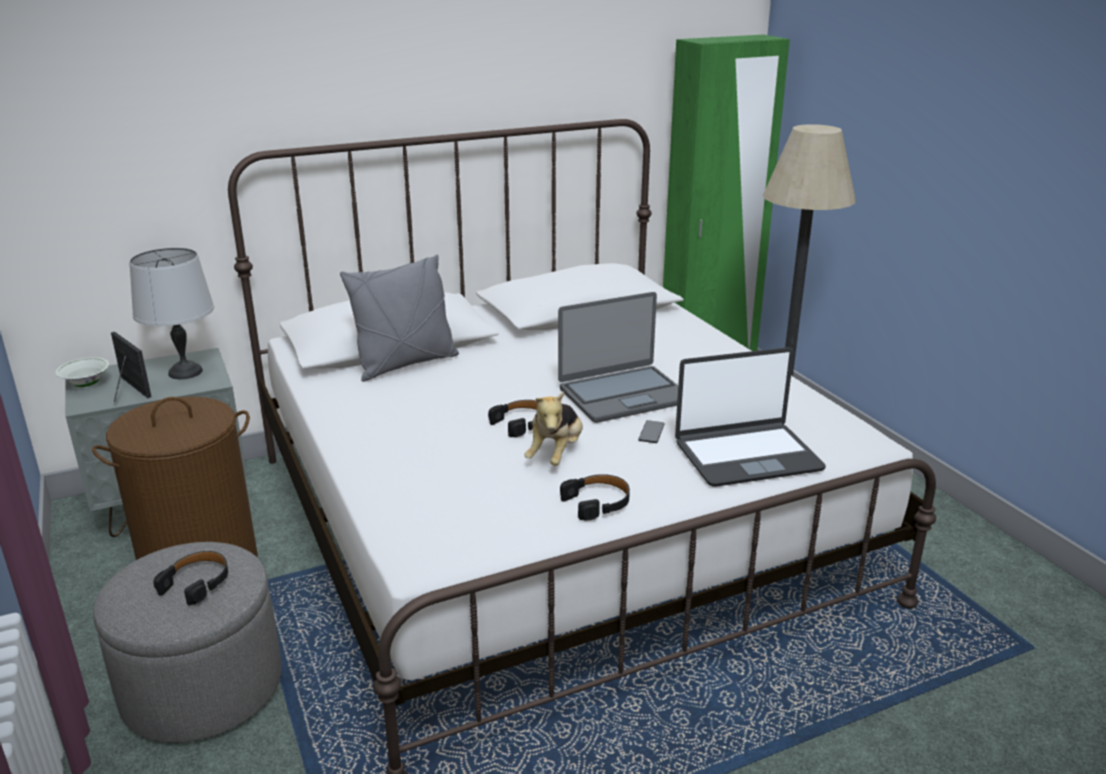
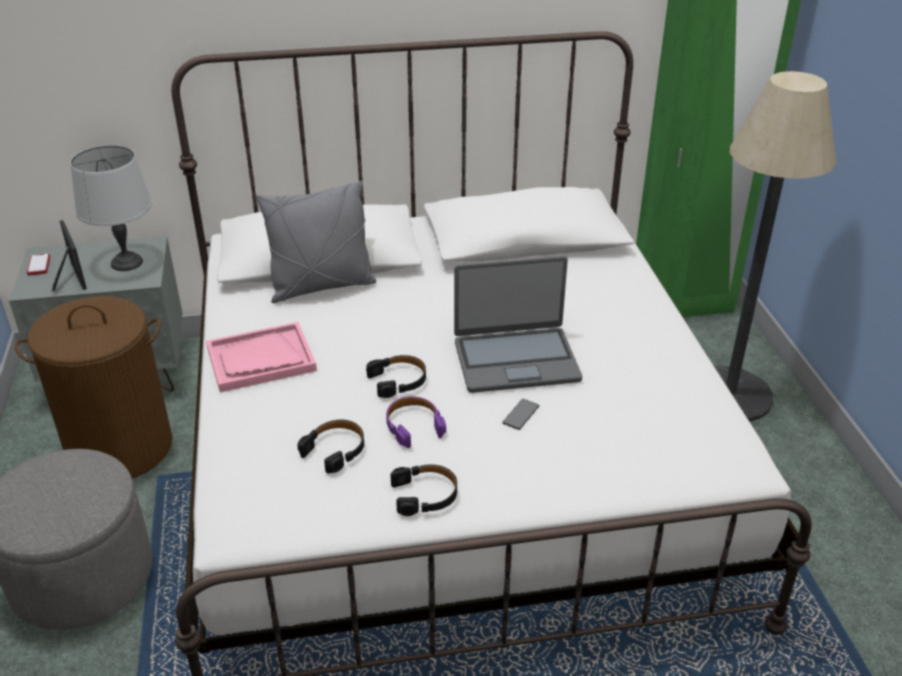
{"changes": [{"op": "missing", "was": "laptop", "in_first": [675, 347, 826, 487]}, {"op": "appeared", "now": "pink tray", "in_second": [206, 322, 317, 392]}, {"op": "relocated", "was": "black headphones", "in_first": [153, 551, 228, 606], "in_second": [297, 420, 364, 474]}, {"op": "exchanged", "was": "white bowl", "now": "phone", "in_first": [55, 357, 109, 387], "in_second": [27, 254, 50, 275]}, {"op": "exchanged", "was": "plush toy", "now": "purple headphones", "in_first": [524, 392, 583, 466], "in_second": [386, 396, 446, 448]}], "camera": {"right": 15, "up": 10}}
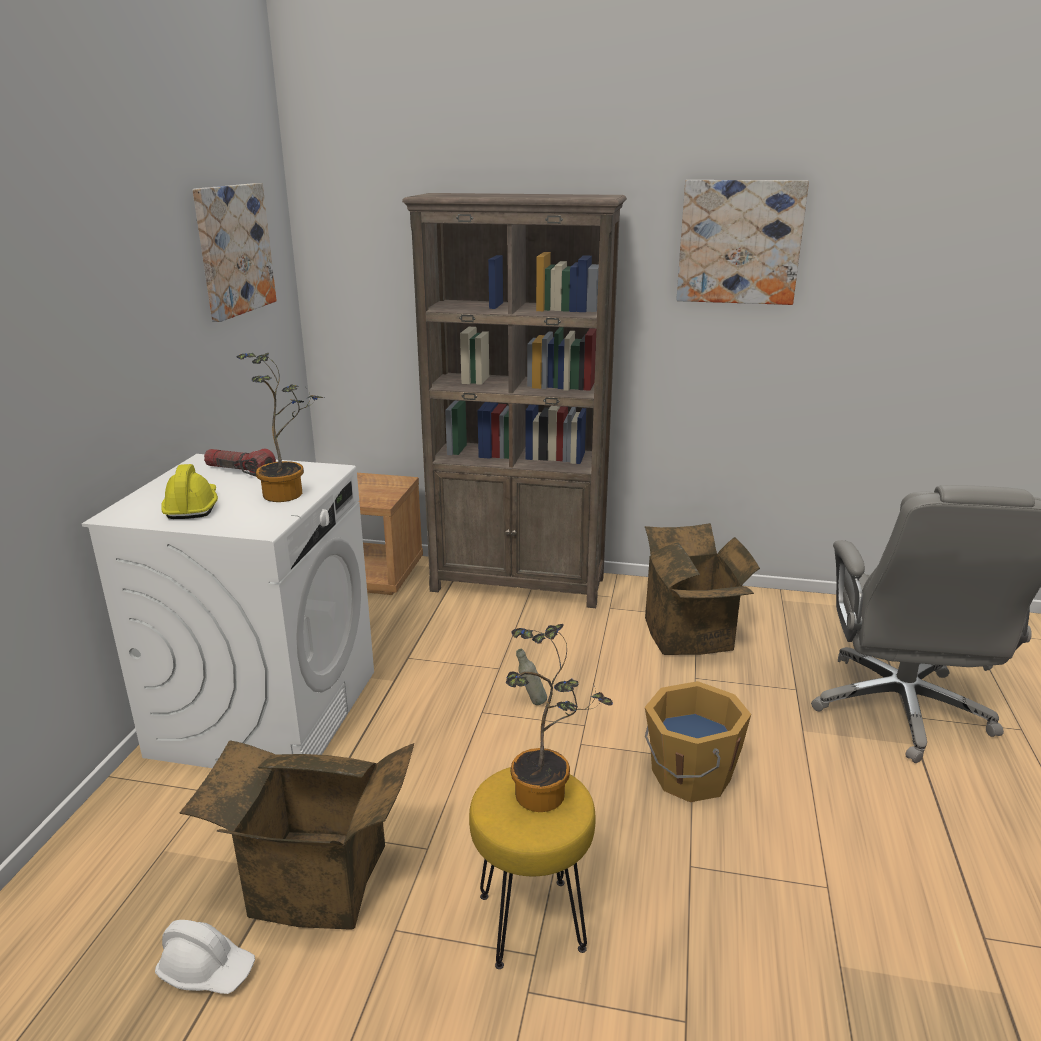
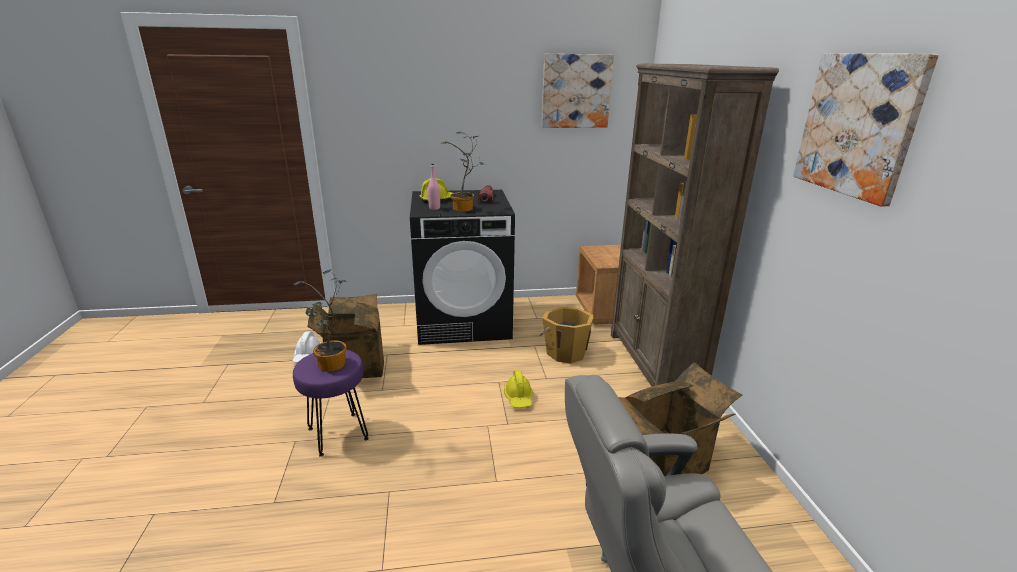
{"changes": [{"op": "appeared", "now": "pink bottle", "in_second": [428, 164, 440, 210]}, {"op": "relocated", "was": "orange bucket", "in_first": [645, 681, 751, 802], "in_second": [540, 307, 594, 364]}, {"op": "exchanged", "was": "grey bottle", "now": "yellow hard hat", "in_first": [516, 649, 547, 705], "in_second": [504, 370, 533, 408]}, {"op": "colour", "was": "white washing machine", "now": "black washing machine", "in_first": [82, 454, 374, 768], "in_second": [410, 190, 515, 345]}, {"op": "colour", "was": "yellow stool", "now": "purple stool", "in_first": [469, 767, 596, 969], "in_second": [293, 350, 369, 457]}], "camera": {"right": 70, "up": 0}}
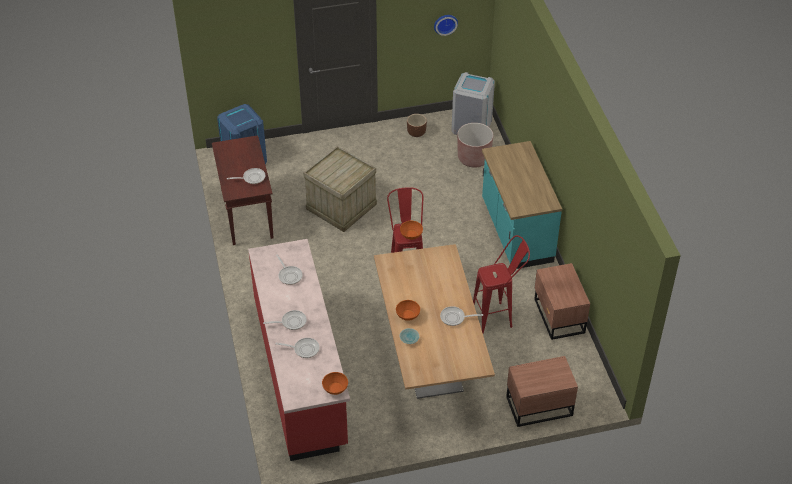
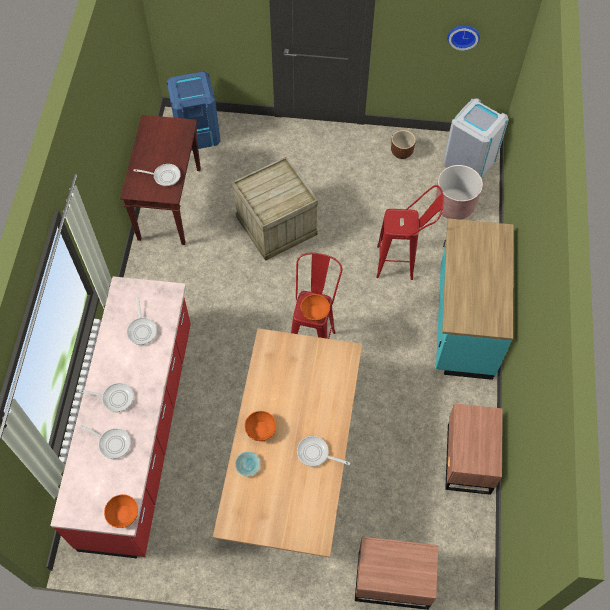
{"changes": [{"op": "relocated", "was": "red stool", "in_first": [473, 235, 530, 334], "in_second": [376, 185, 444, 280]}], "camera": {"right": 20, "up": 15}}
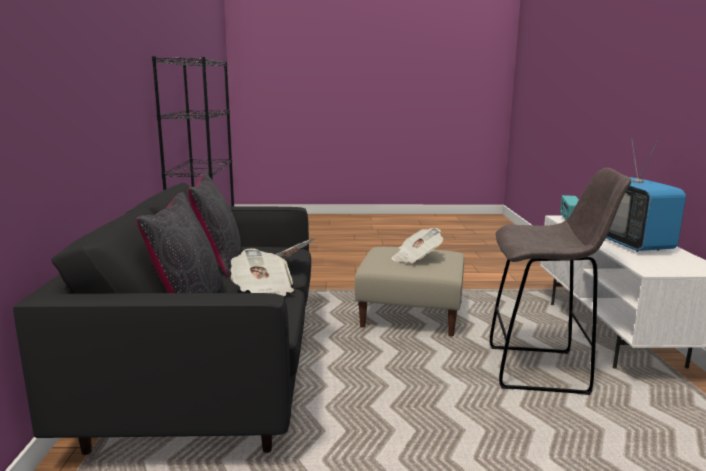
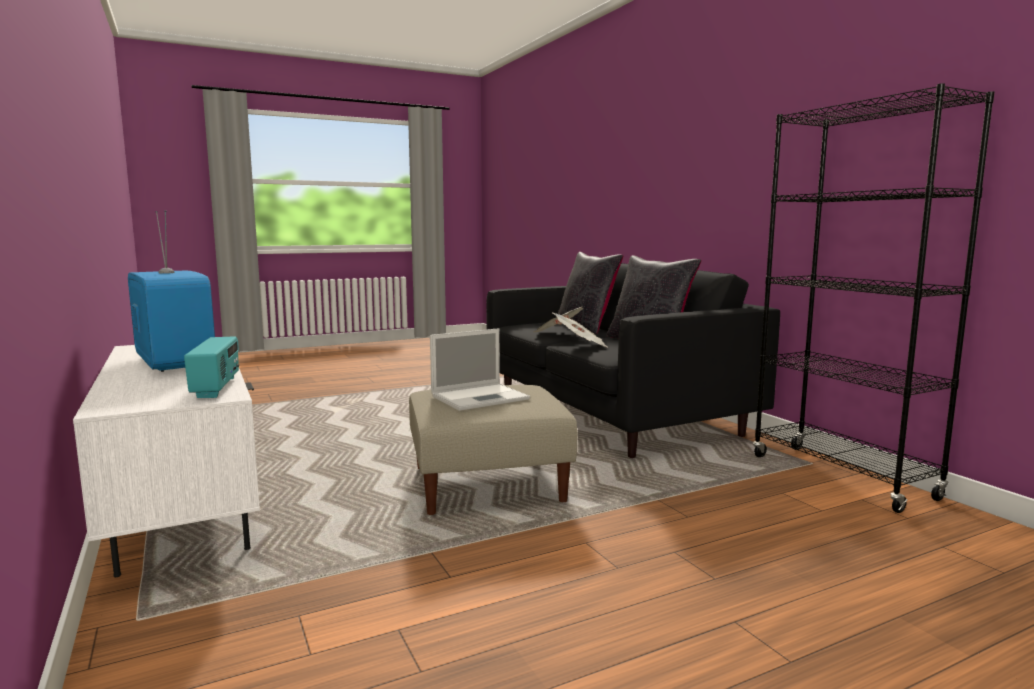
{"changes": [{"op": "missing", "was": "grey stool", "in_first": [490, 168, 631, 395]}, {"op": "exchanged", "was": "newspaper", "now": "laptop", "in_first": [391, 228, 443, 263], "in_second": [430, 328, 530, 411]}], "camera": {"right": 155, "up": -5}}
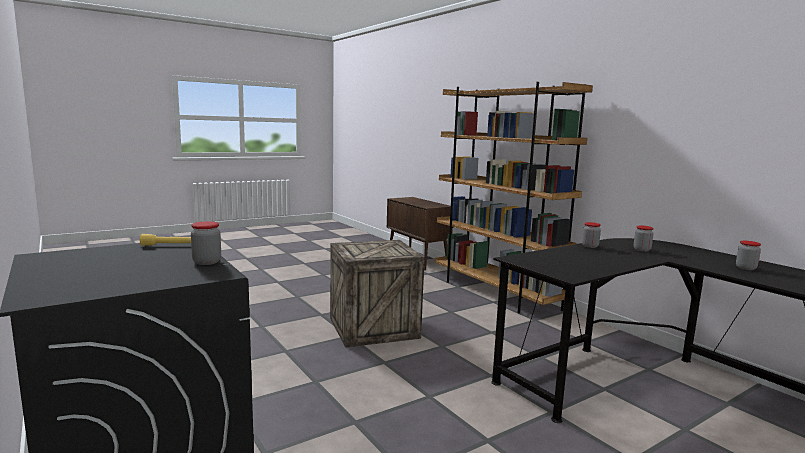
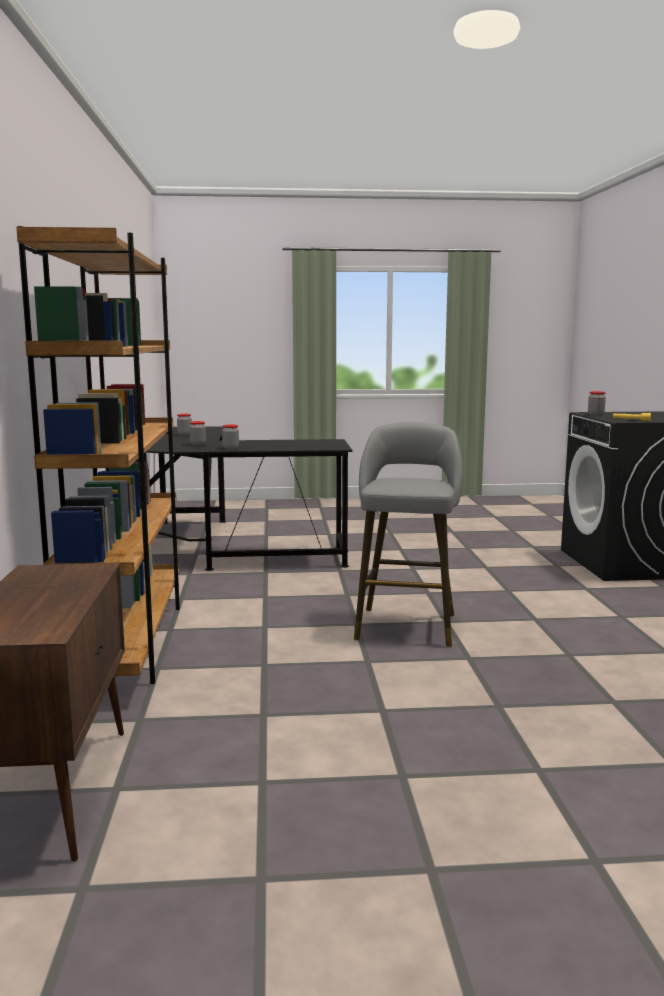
{"changes": [{"op": "exchanged", "was": "crate", "now": "grey stool", "in_first": [330, 240, 424, 348], "in_second": [354, 422, 463, 647]}], "camera": {"right": -150, "up": 0}}
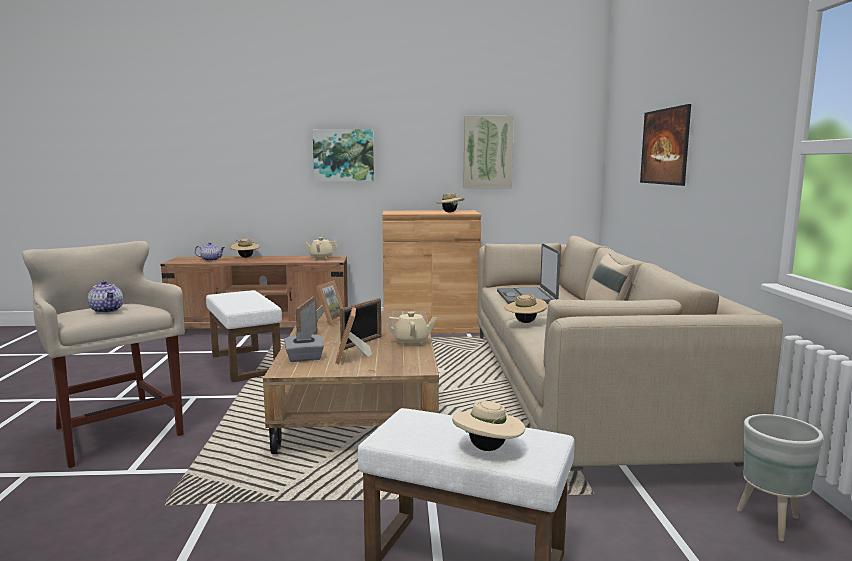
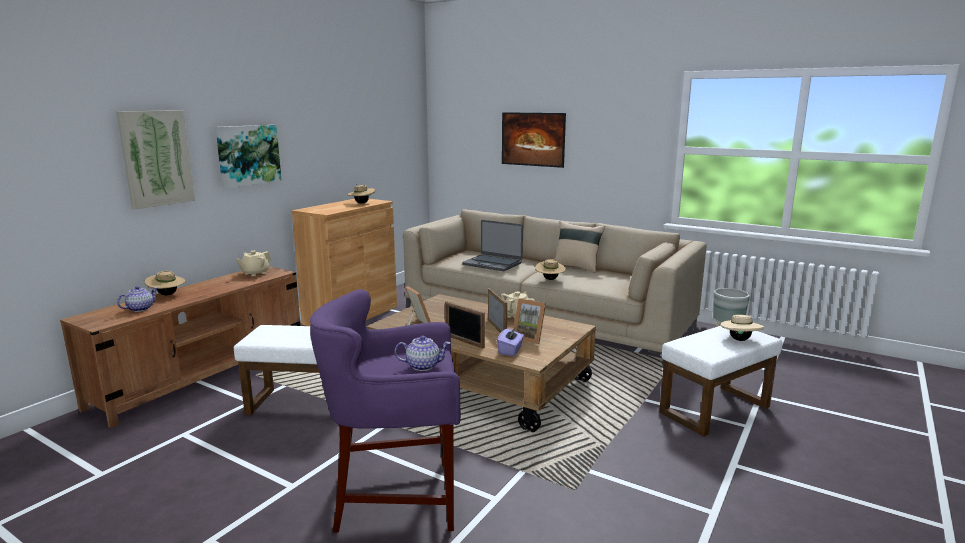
{"changes": [{"op": "relocated", "was": "picture", "in_first": [463, 116, 514, 188], "in_second": [116, 110, 195, 209]}, {"op": "colour", "was": "beige stool", "now": "purple stool", "in_first": [22, 241, 185, 468], "in_second": [310, 289, 461, 533]}, {"op": "colour", "was": "grey tissue box", "now": "purple tissue box", "in_first": [284, 332, 324, 362], "in_second": [497, 326, 524, 356]}], "camera": {"right": -55, "up": 5}}
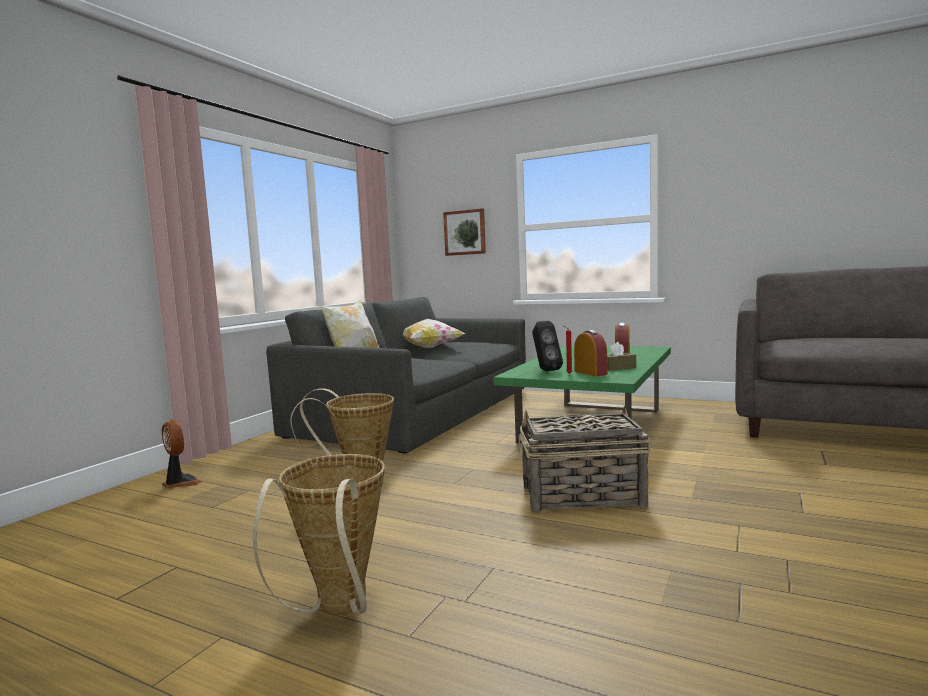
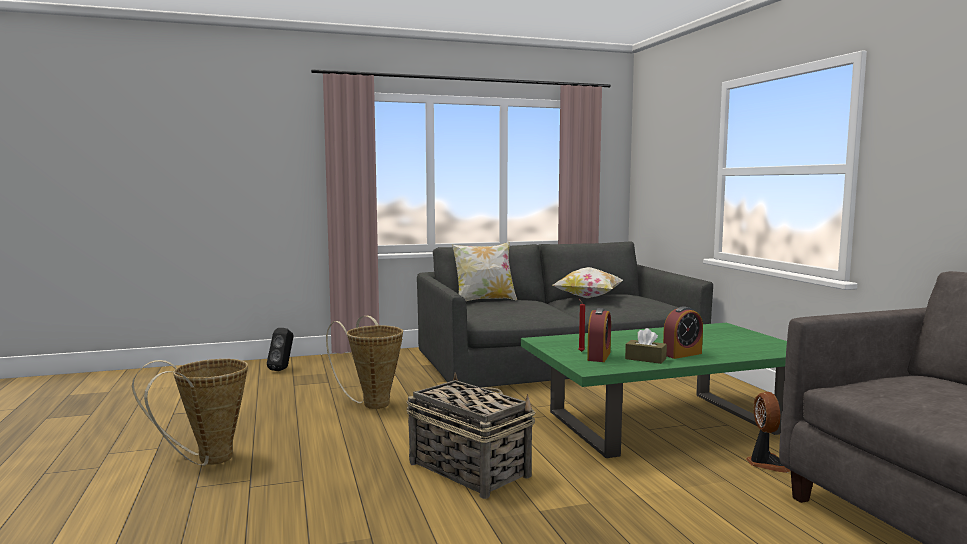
{"changes": [{"op": "missing", "was": "picture", "in_first": [443, 208, 486, 256]}, {"op": "relocated", "was": "fan", "in_first": [162, 420, 202, 488], "in_second": [746, 392, 791, 473]}, {"op": "relocated", "was": "black speaker", "in_first": [532, 321, 563, 371], "in_second": [267, 328, 294, 371]}], "camera": {"right": 45, "up": 0}}
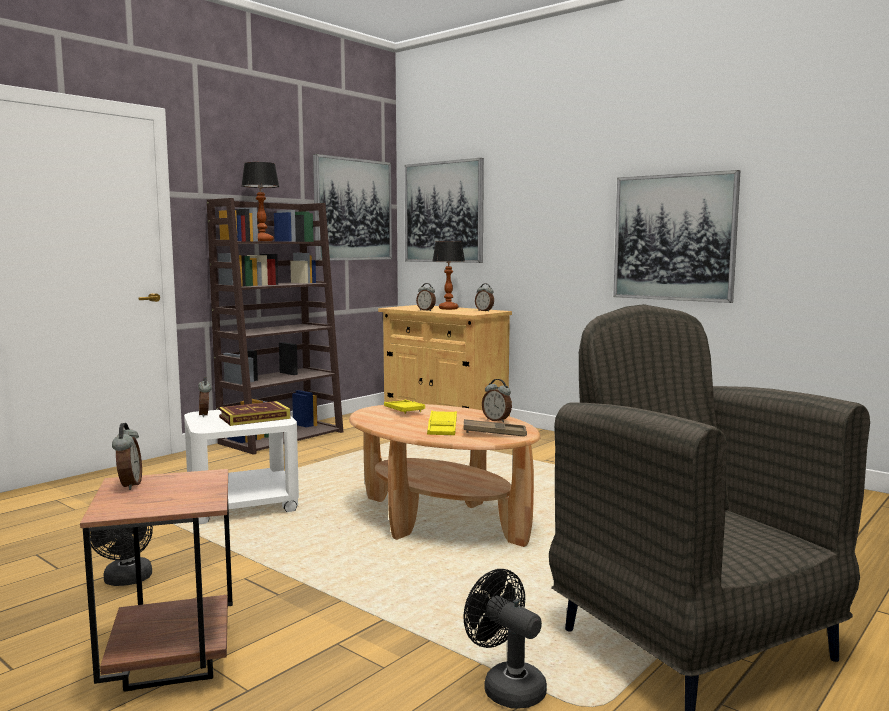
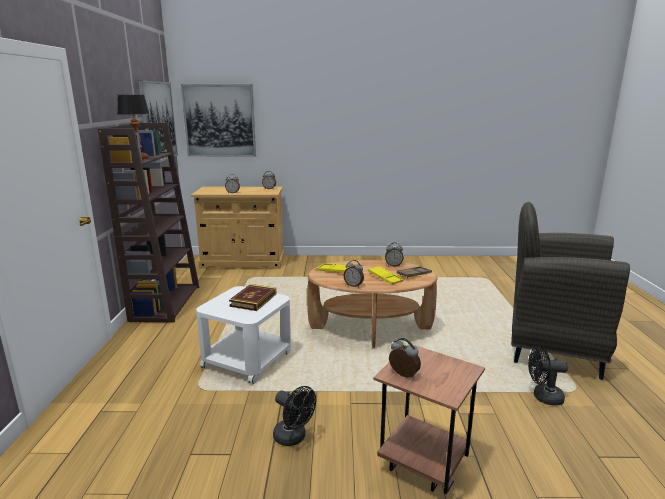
{"changes": [{"op": "missing", "was": "table lamp", "in_first": [433, 241, 465, 310]}, {"op": "missing", "was": "picture", "in_first": [613, 170, 741, 303]}, {"op": "relocated", "was": "alarm clock", "in_first": [198, 377, 212, 417], "in_second": [344, 260, 364, 287]}], "camera": {"right": -40, "up": 10}}
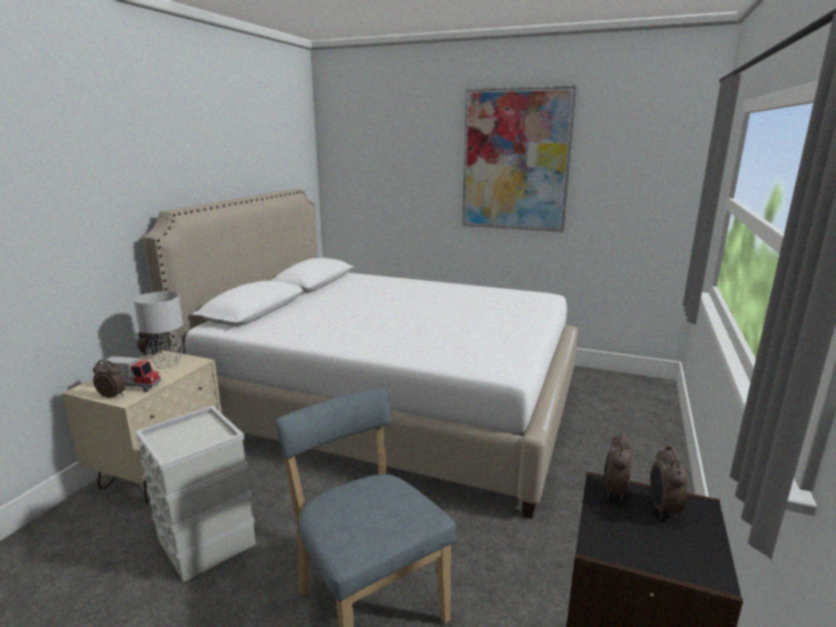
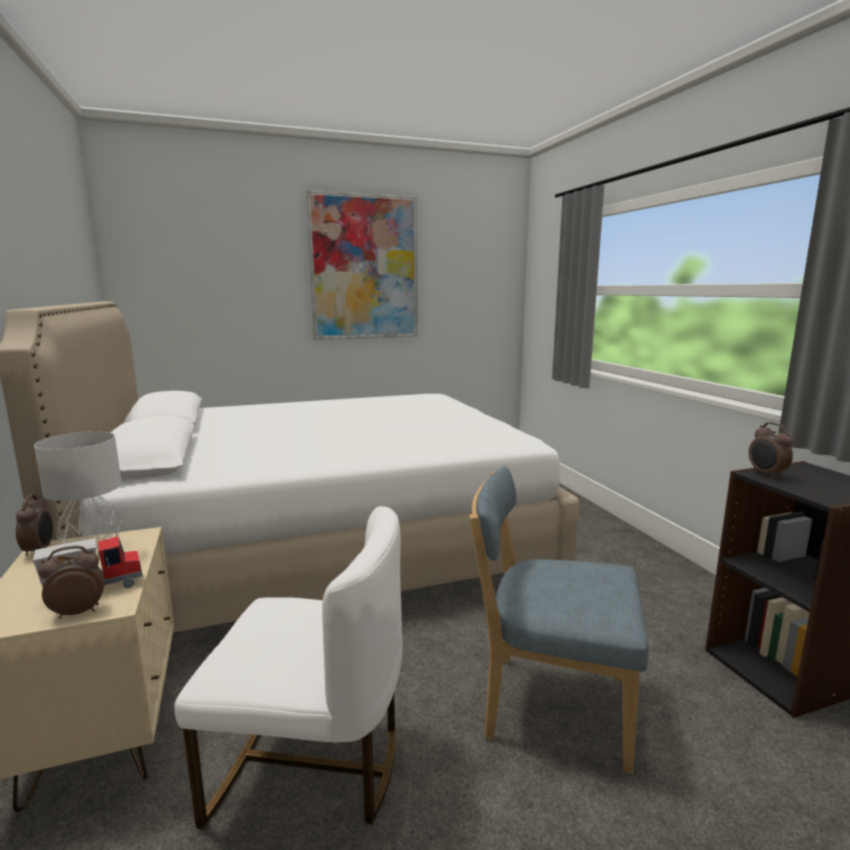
{"changes": [{"op": "missing", "was": "alarm clock", "in_first": [650, 446, 688, 519]}, {"op": "exchanged", "was": "grey storage box", "now": "white chair", "in_first": [135, 405, 256, 582], "in_second": [174, 506, 403, 830]}], "camera": {"right": -40, "up": -5}}
